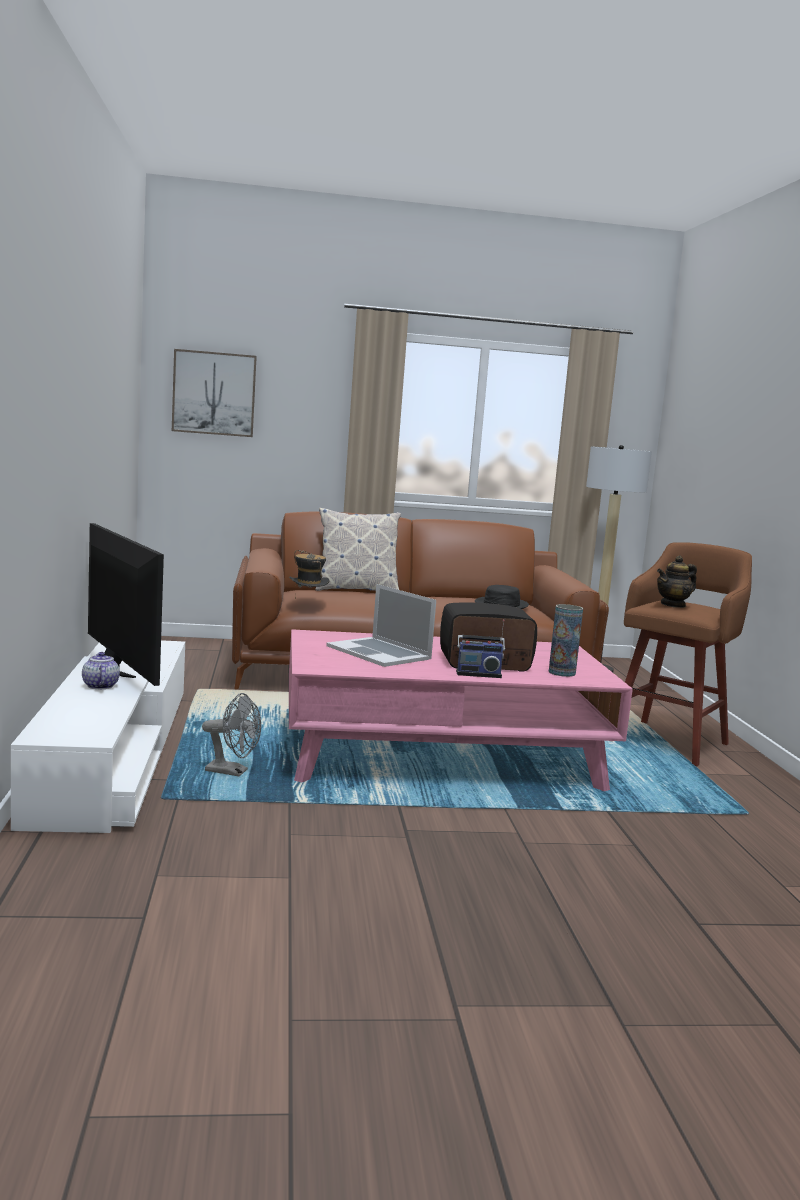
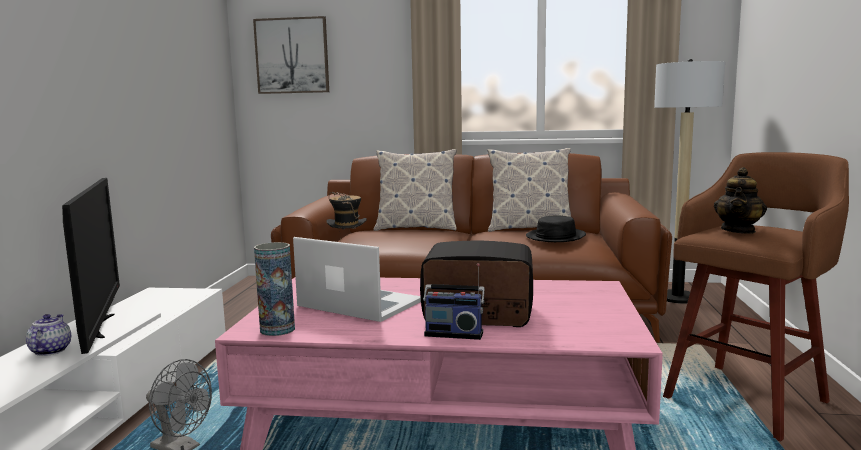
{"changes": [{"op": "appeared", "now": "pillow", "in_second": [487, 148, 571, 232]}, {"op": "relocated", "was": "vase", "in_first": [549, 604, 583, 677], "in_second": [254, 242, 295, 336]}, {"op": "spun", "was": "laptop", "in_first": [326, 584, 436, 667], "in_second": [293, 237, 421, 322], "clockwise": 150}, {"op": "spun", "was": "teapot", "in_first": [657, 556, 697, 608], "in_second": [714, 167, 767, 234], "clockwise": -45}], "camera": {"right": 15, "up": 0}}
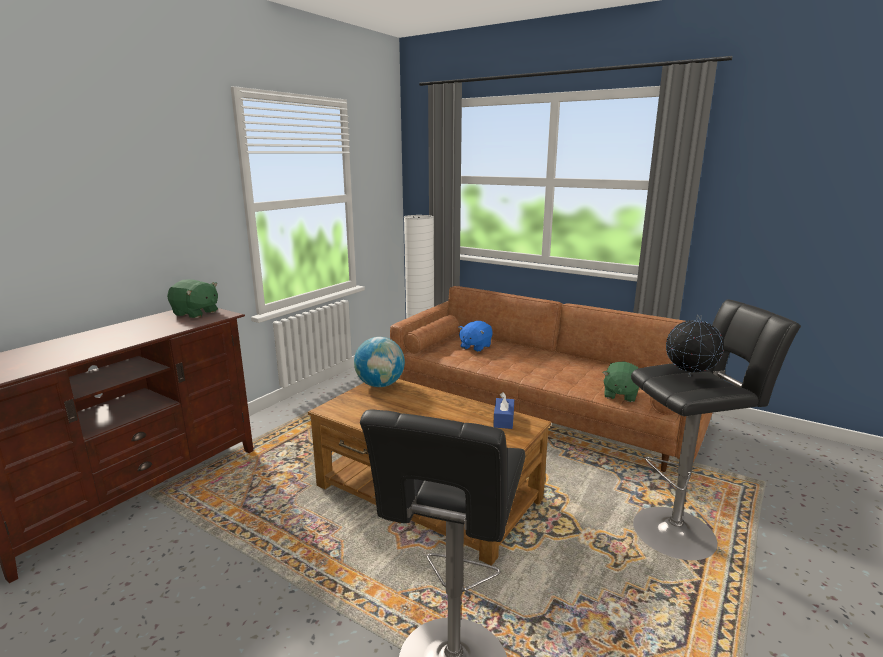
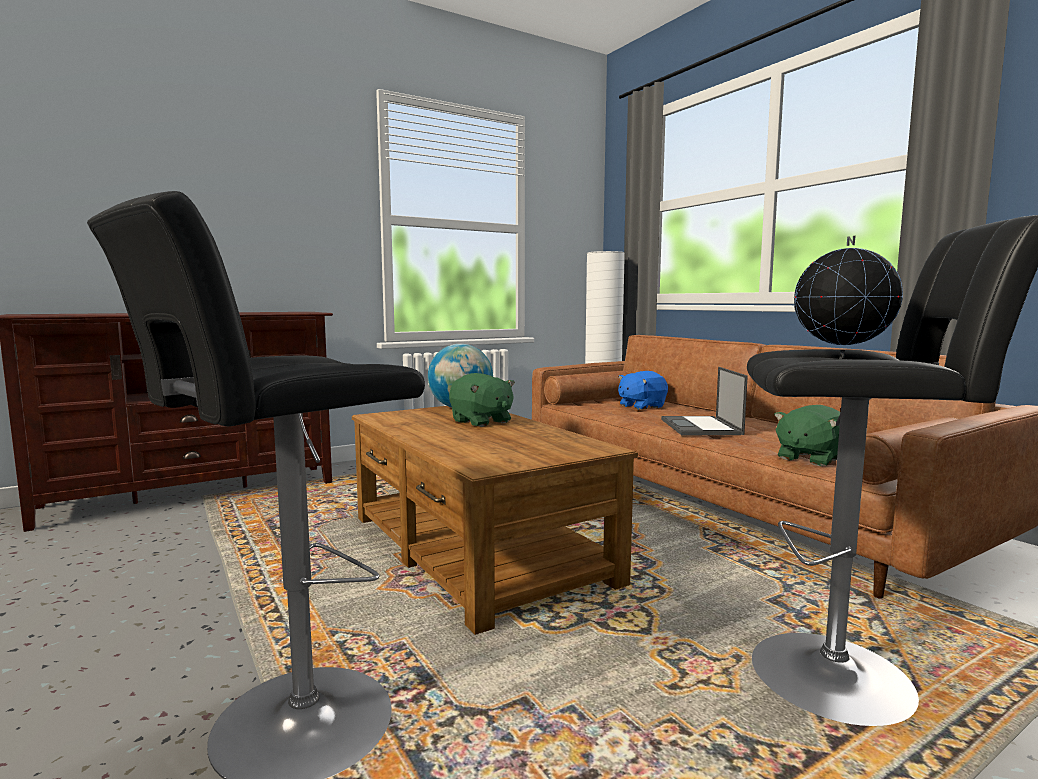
{"changes": [{"op": "missing", "was": "blue tissue box", "in_first": [493, 392, 514, 429]}, {"op": "appeared", "now": "laptop", "in_second": [661, 367, 748, 435]}, {"op": "relocated", "was": "green plush toy", "in_first": [167, 279, 218, 318], "in_second": [449, 373, 515, 427]}], "camera": {"right": 25, "up": -10}}
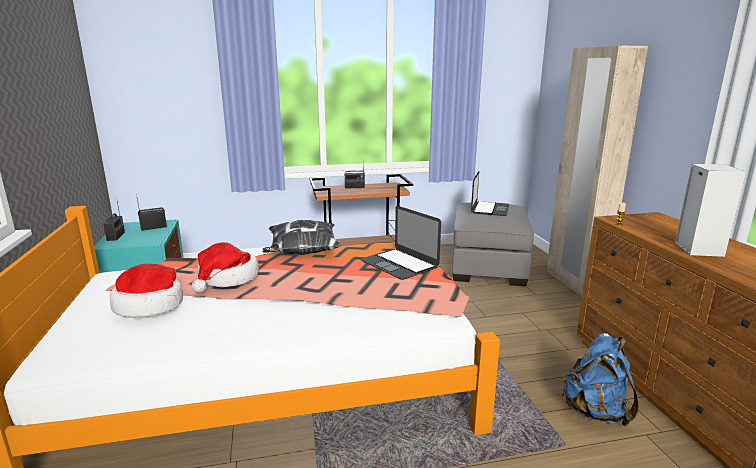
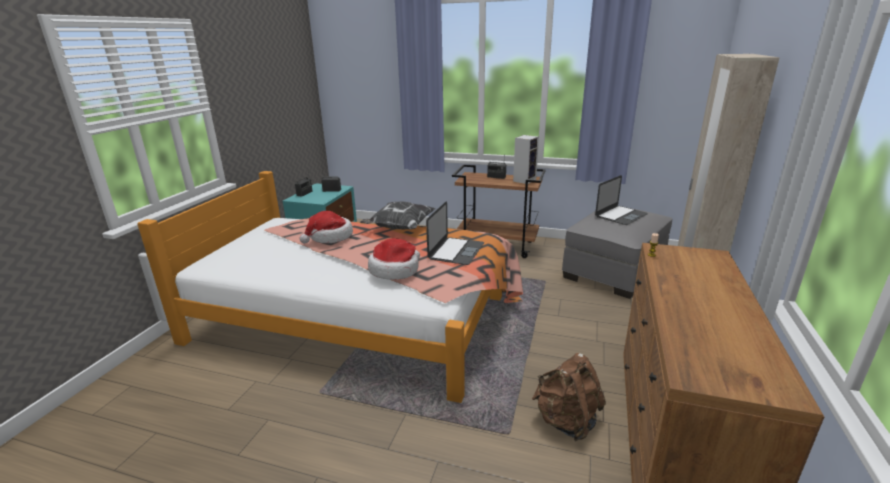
{"changes": [{"op": "relocated", "was": "hat", "in_first": [110, 264, 183, 317], "in_second": [368, 238, 420, 280]}, {"op": "relocated", "was": "speaker", "in_first": [675, 164, 746, 257], "in_second": [513, 135, 539, 184]}, {"op": "colour", "was": "blue backpack", "now": "brown backpack", "in_first": [562, 333, 639, 426], "in_second": [532, 353, 606, 441]}, {"op": "spun", "was": "laptop", "in_first": [361, 206, 441, 280], "in_second": [426, 201, 484, 265], "clockwise": -150}], "camera": {"right": 30, "up": 5}}
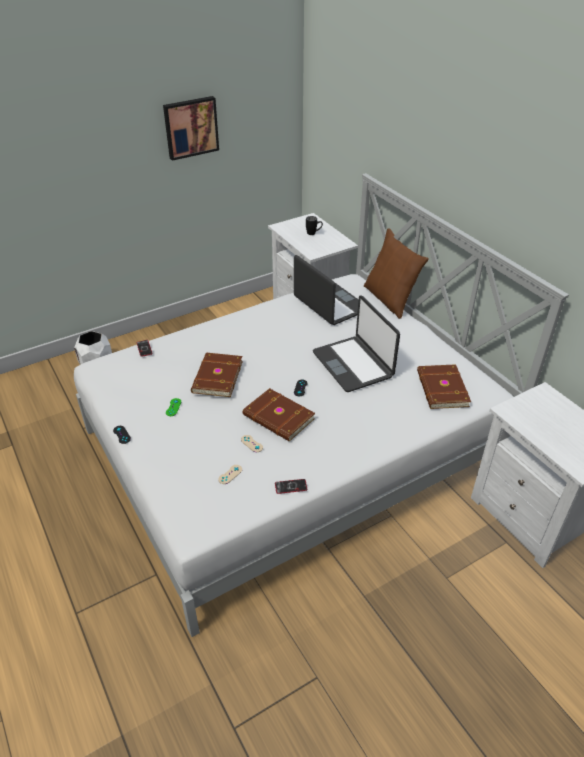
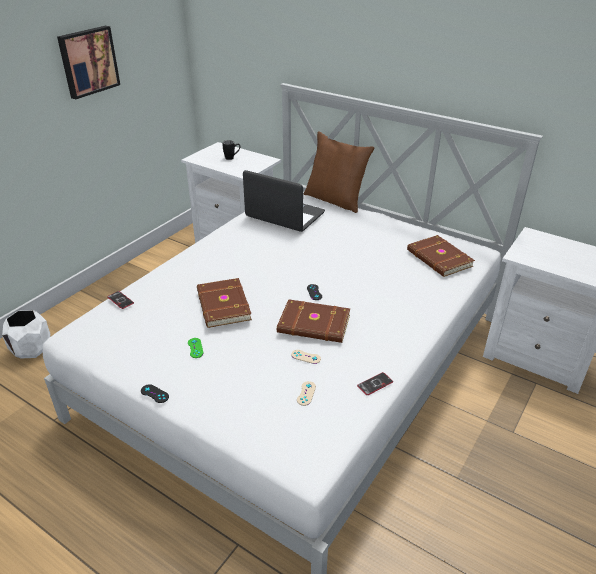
{"changes": [{"op": "missing", "was": "laptop", "in_first": [313, 296, 400, 392]}], "camera": {"right": -25, "up": -5}}
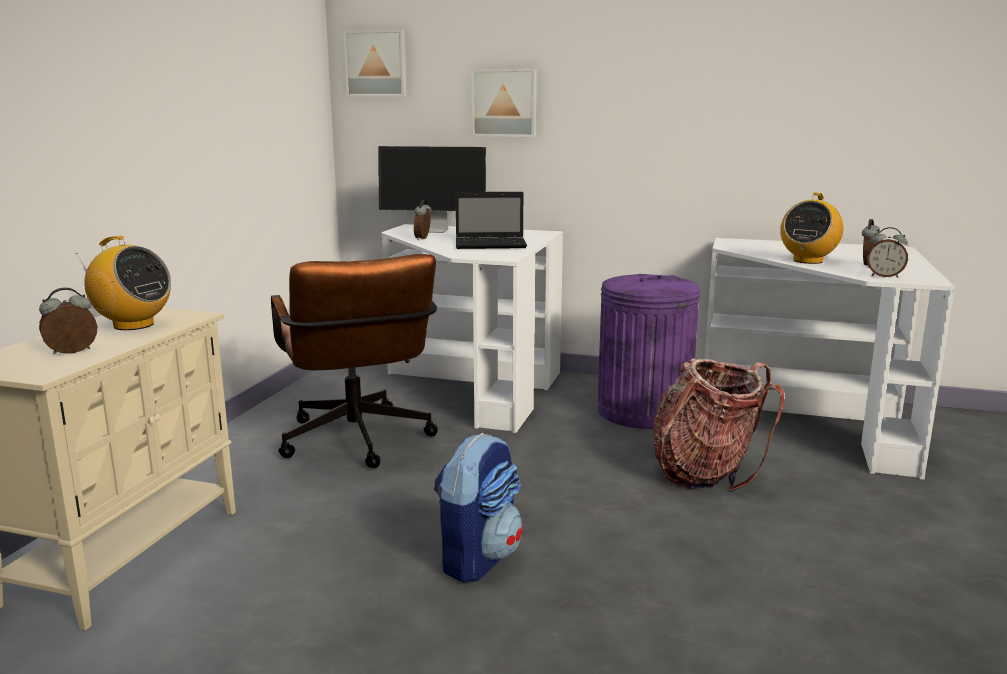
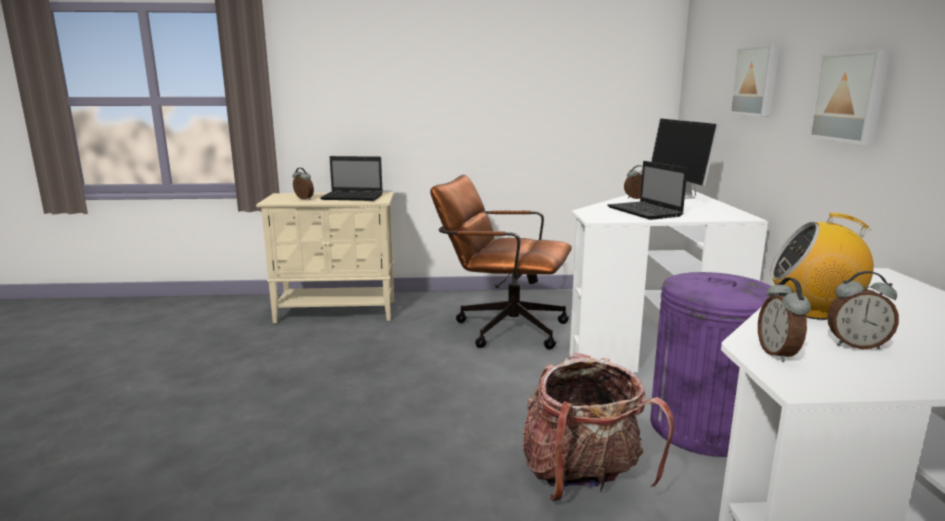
{"changes": [{"op": "missing", "was": "backpack", "in_first": [434, 433, 523, 583]}, {"op": "relocated", "was": "picture", "in_first": [343, 29, 407, 97], "in_second": [808, 49, 891, 145]}, {"op": "exchanged", "was": "radio", "now": "laptop", "in_first": [76, 236, 171, 330], "in_second": [320, 156, 383, 201]}, {"op": "spun", "was": "brown office chair", "in_first": [271, 254, 438, 468], "in_second": [430, 175, 572, 349], "clockwise": 60}], "camera": {"right": 70, "up": 0}}
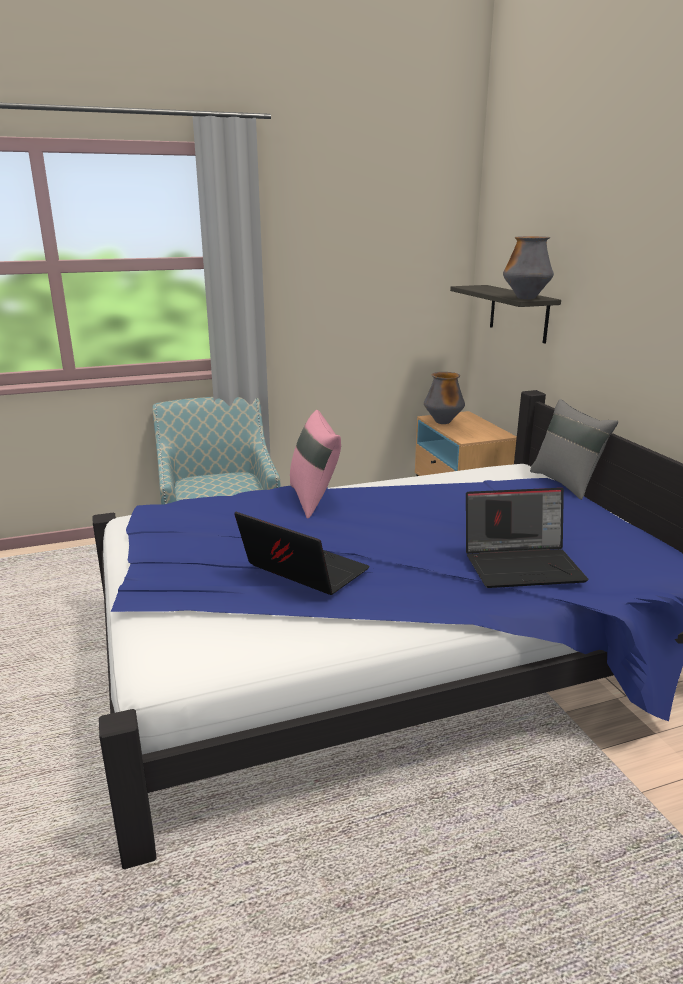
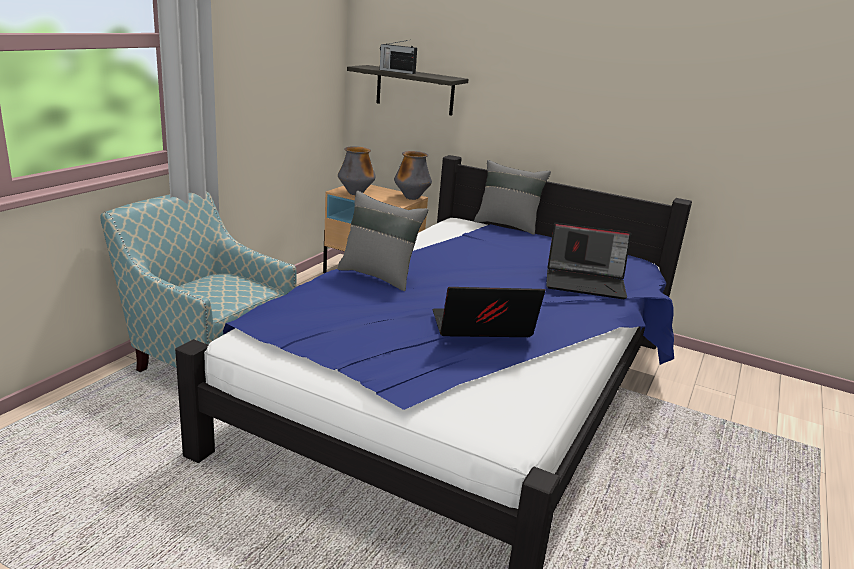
{"changes": [{"op": "appeared", "now": "radio", "in_second": [380, 40, 417, 74]}, {"op": "relocated", "was": "vase", "in_first": [503, 236, 554, 300], "in_second": [394, 151, 432, 200]}, {"op": "colour", "was": "pink pillow", "now": "grey pillow", "in_first": [290, 410, 341, 518], "in_second": [337, 191, 428, 291]}, {"op": "spun", "was": "laptop", "in_first": [466, 488, 588, 588], "in_second": [546, 222, 631, 299], "clockwise": 60}], "camera": {"right": -45, "up": 0}}
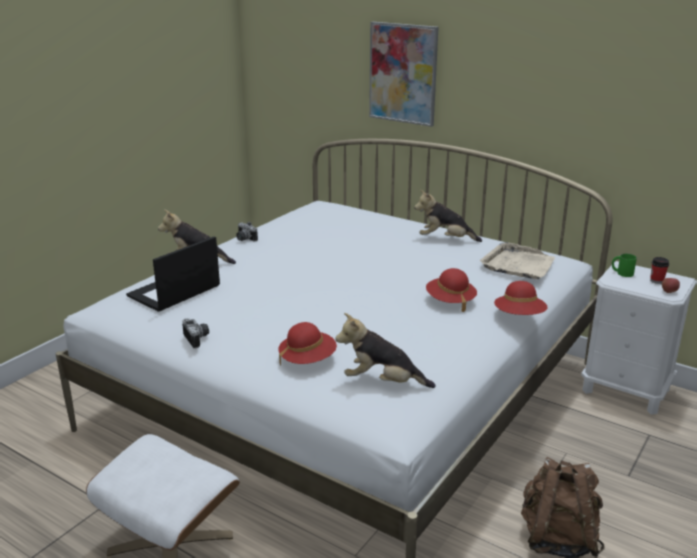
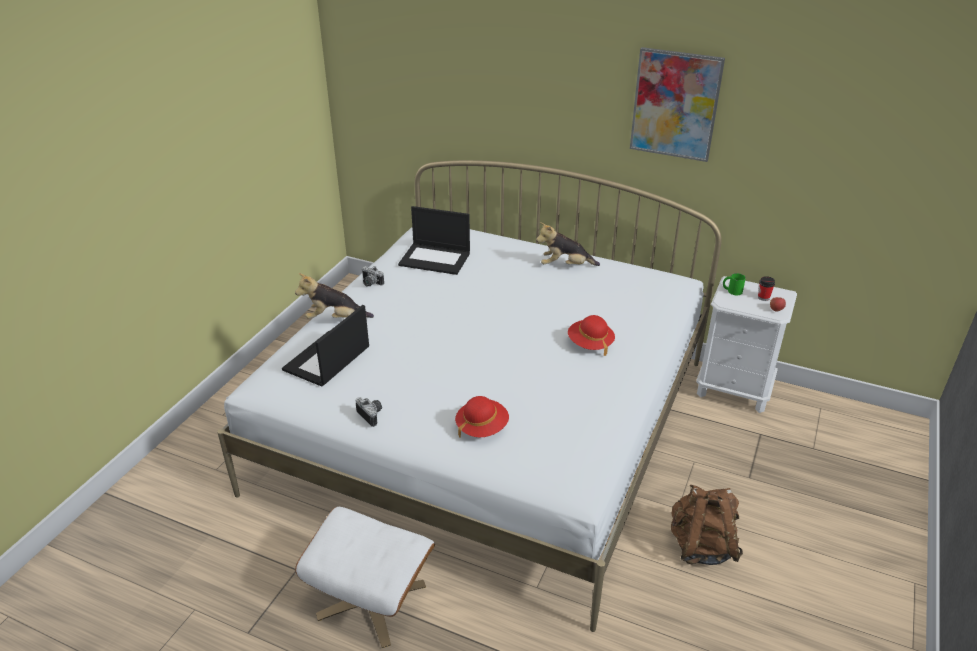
{"changes": [{"op": "missing", "was": "plush toy", "in_first": [335, 313, 435, 388]}, {"op": "missing", "was": "beige tray", "in_first": [480, 242, 555, 279]}, {"op": "missing", "was": "red hat", "in_first": [494, 281, 548, 315]}, {"op": "appeared", "now": "laptop", "in_second": [398, 206, 470, 275]}, {"op": "relocated", "was": "picture", "in_first": [369, 22, 439, 127], "in_second": [630, 47, 725, 162]}], "camera": {"right": -10, "up": 10}}
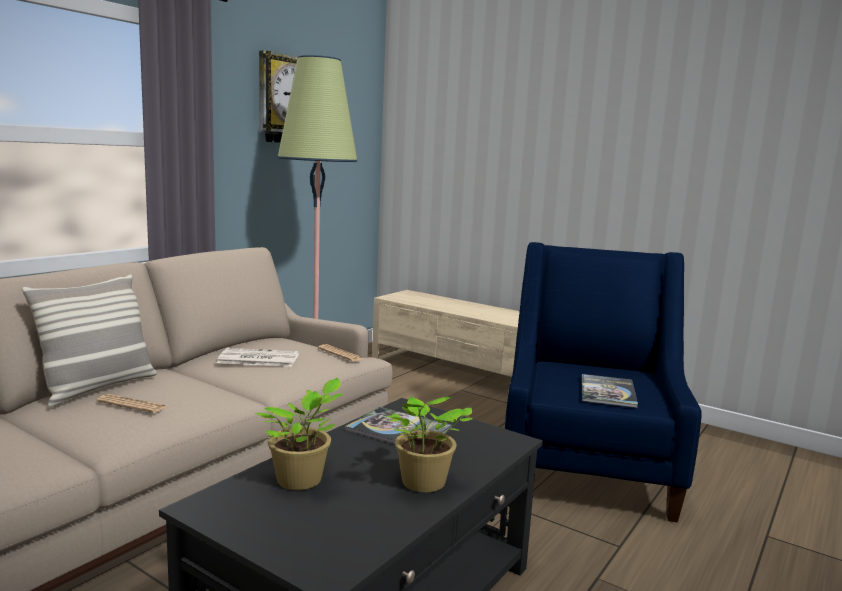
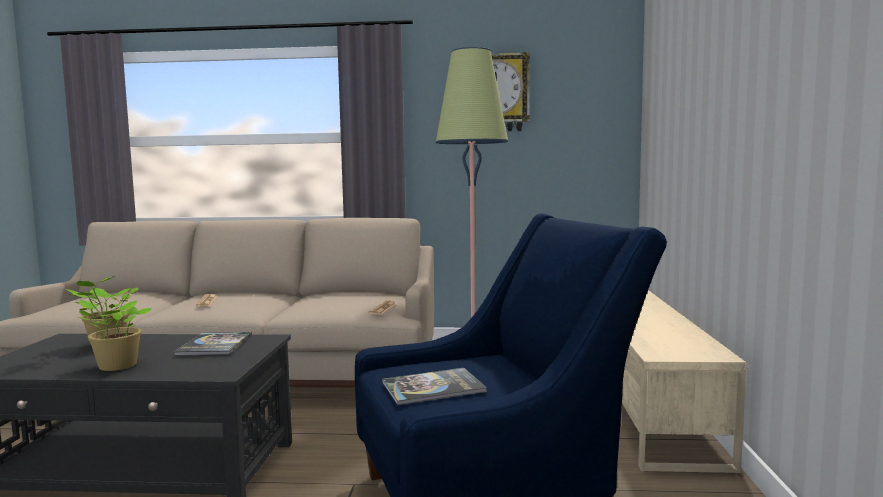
{"changes": [{"op": "missing", "was": "pillow", "in_first": [22, 274, 157, 407]}, {"op": "missing", "was": "newspaper", "in_first": [217, 348, 299, 367]}], "camera": {"right": 60, "up": -5}}
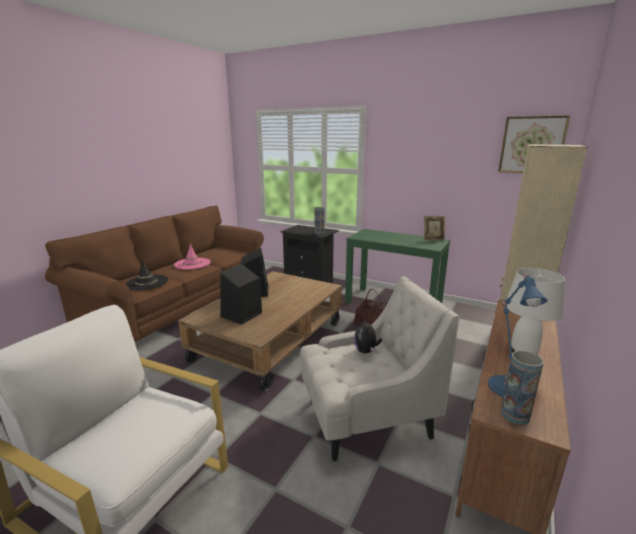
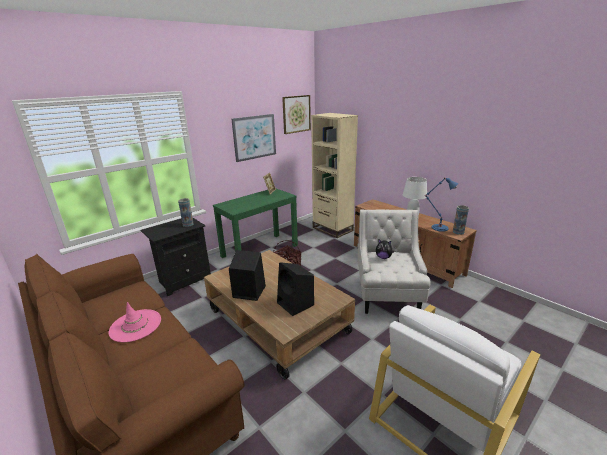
{"changes": [{"op": "missing", "was": "black hat", "in_first": [125, 260, 168, 290]}, {"op": "appeared", "now": "picture", "in_second": [232, 114, 276, 162]}], "camera": {"right": -70, "up": 5}}
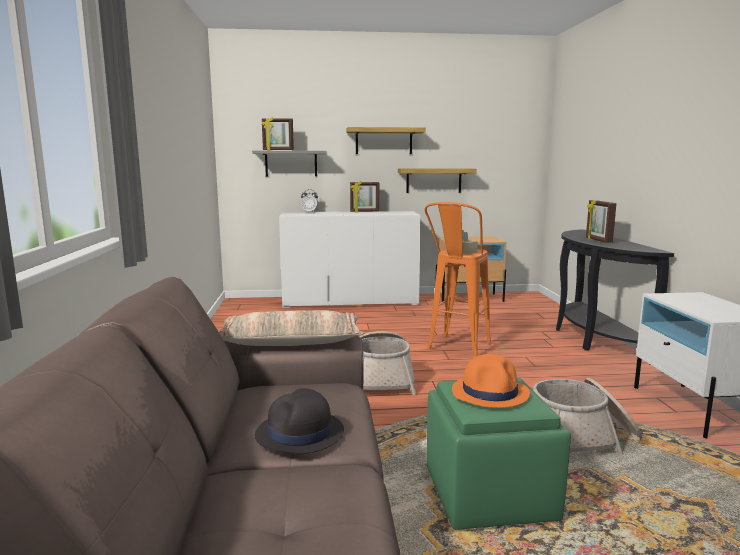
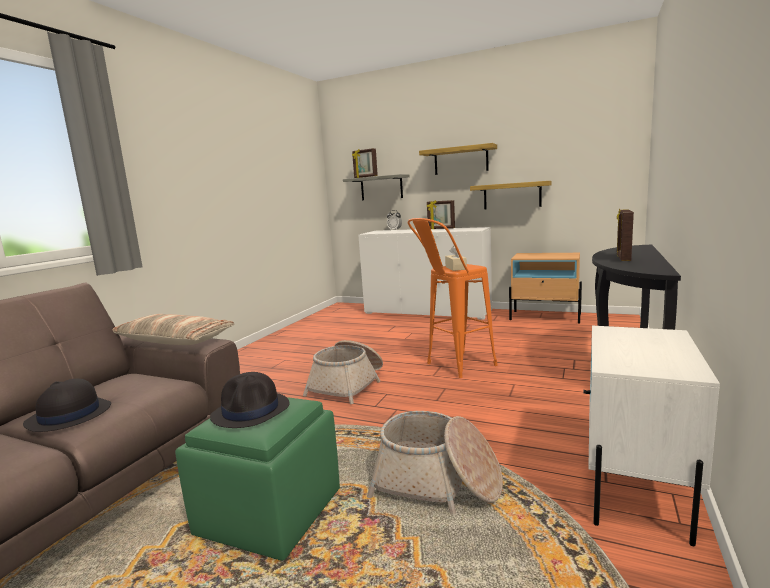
{"changes": [{"op": "colour", "was": "orange hat", "now": "black hat", "in_first": [452, 354, 530, 408], "in_second": [210, 372, 289, 428]}], "camera": {"right": 30, "up": 0}}
